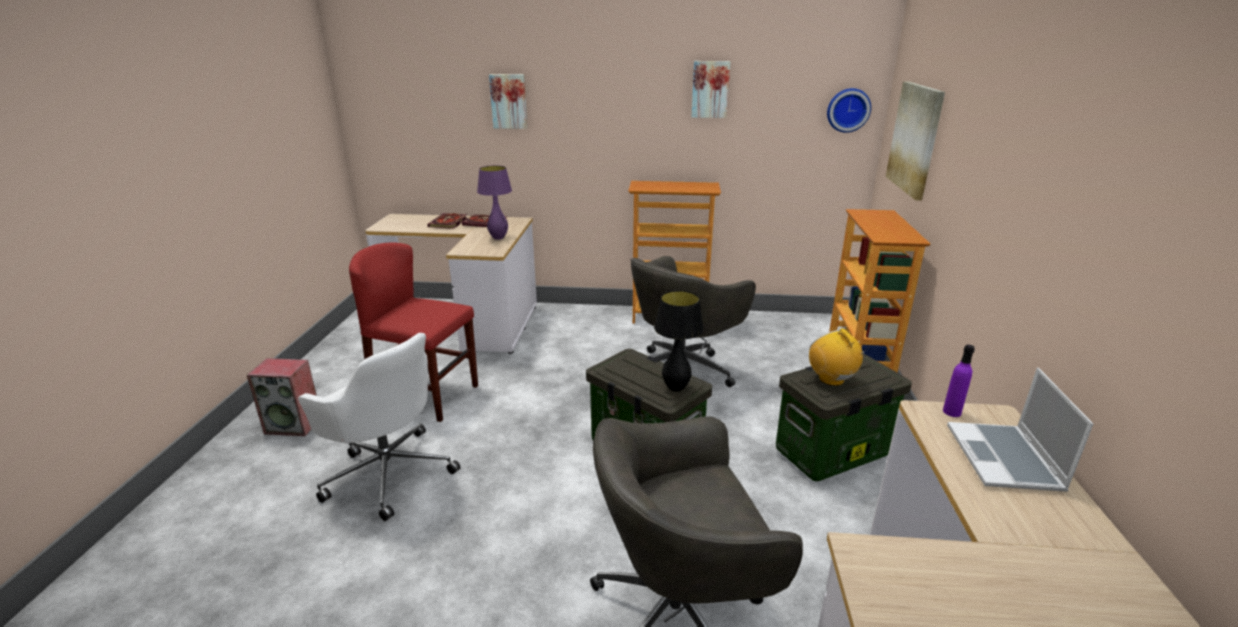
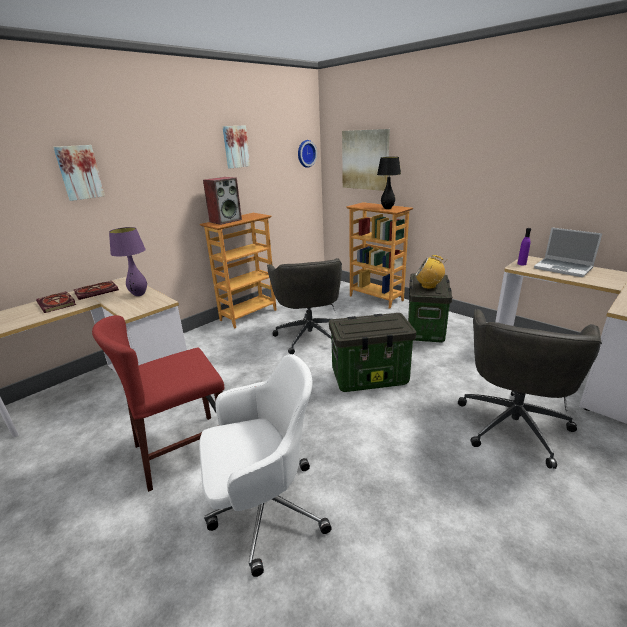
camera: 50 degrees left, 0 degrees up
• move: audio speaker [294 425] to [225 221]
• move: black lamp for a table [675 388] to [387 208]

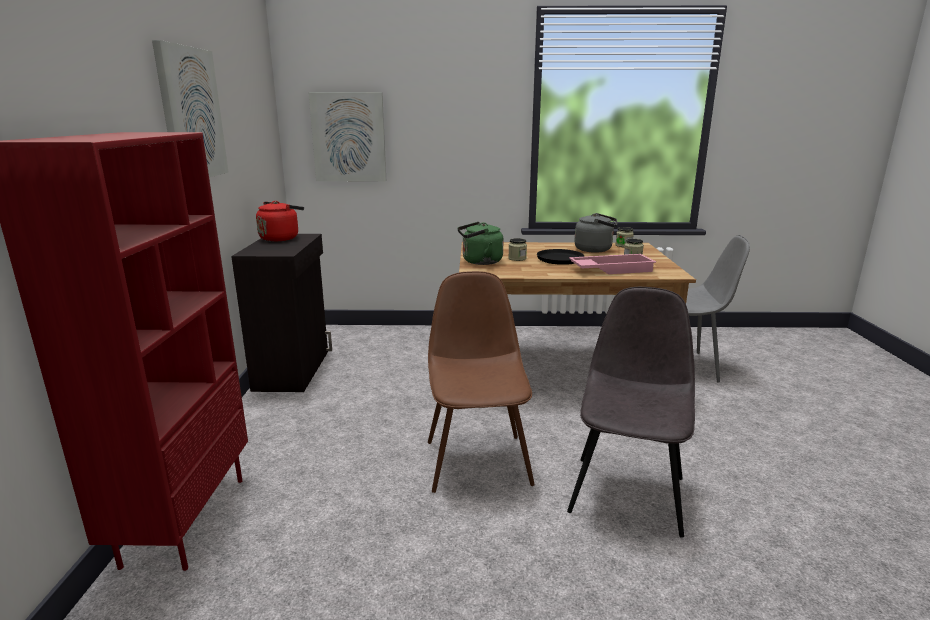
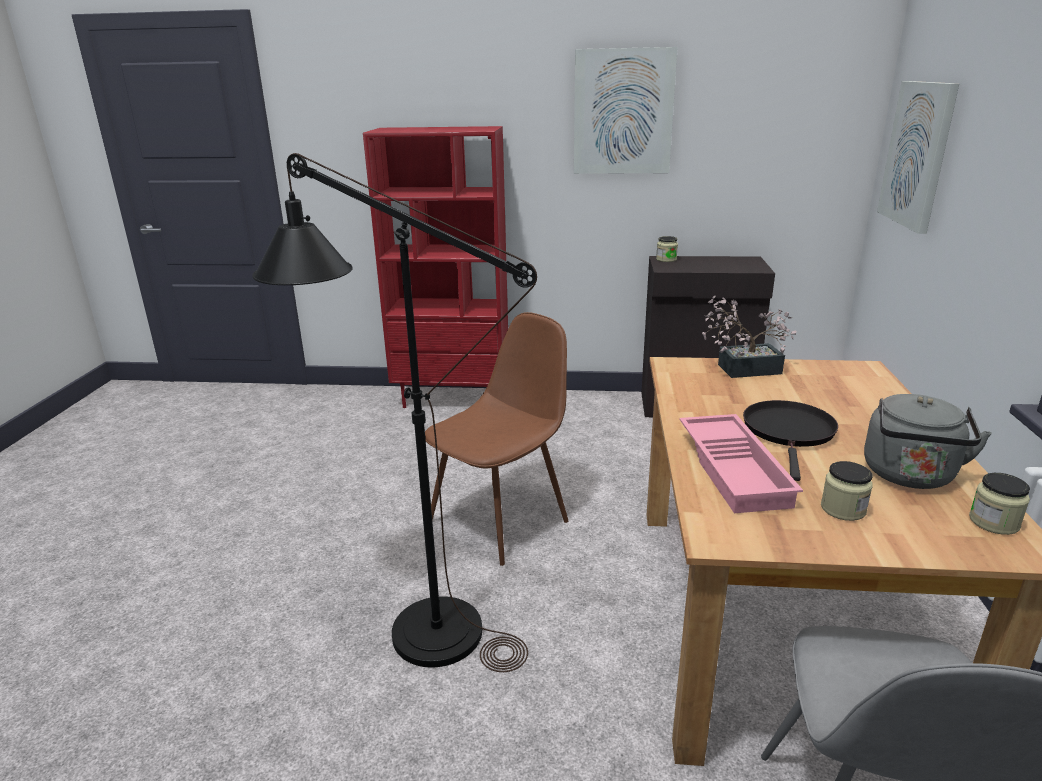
camera: 95 degrees right, 5 degrees up
• replace: greyish plain chair [627 492] to black floor lamp [414 625]
• rotate: brown plain chair [477 460] = [501 520] 45 degrees counterclockwise
• move: jar [517 258] to [666 259]
• replace: green-coloured kettle [479 262] to houseplant [742 369]
• delete: reddish kettle [281 238]

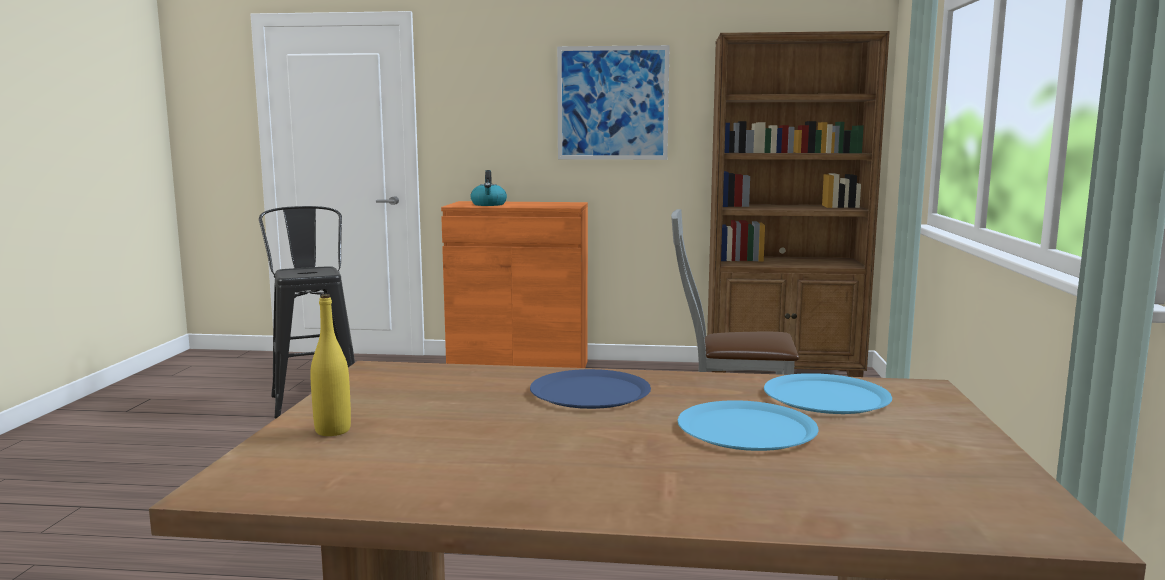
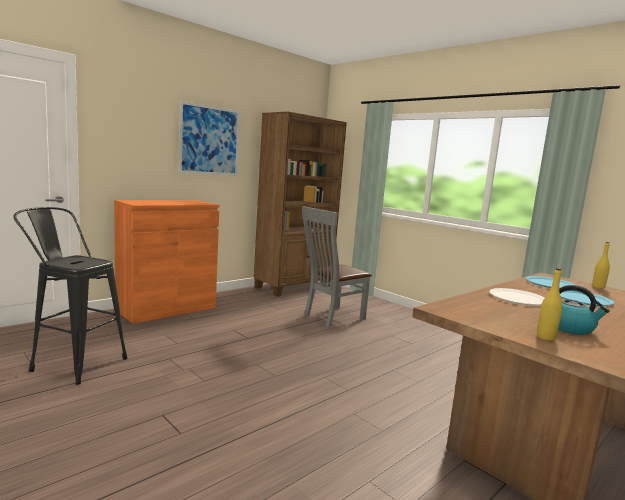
camera: 50 degrees left, 0 degrees up
• recolor: blue-coloured dinner plate [590 392] to whitish dinner plate [518 298]
• move: kettle [489 204] to [570 328]
• insert: yellowish bottle [598 287]

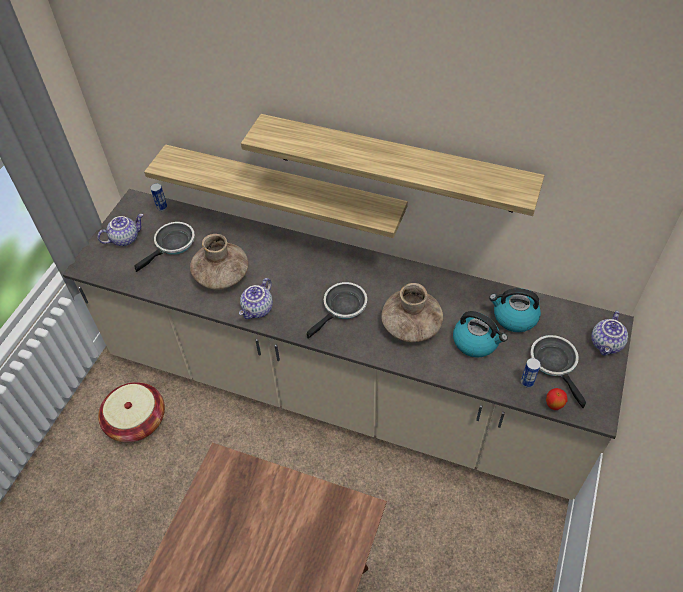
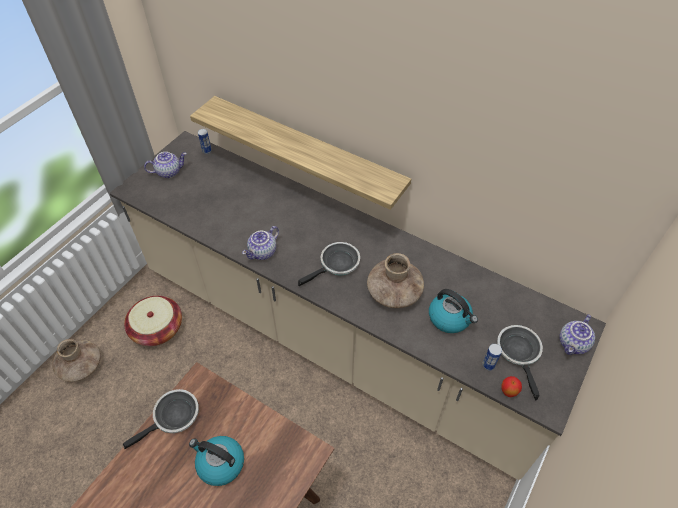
camera: 10 degrees right, 0 degrees up
• move: brown decorative vase [222 275] to [81 366]
• move: skillet [173 245] to [173 417]
• move: kettle [514 317] to [220 464]
• delete: shelf [395 163]

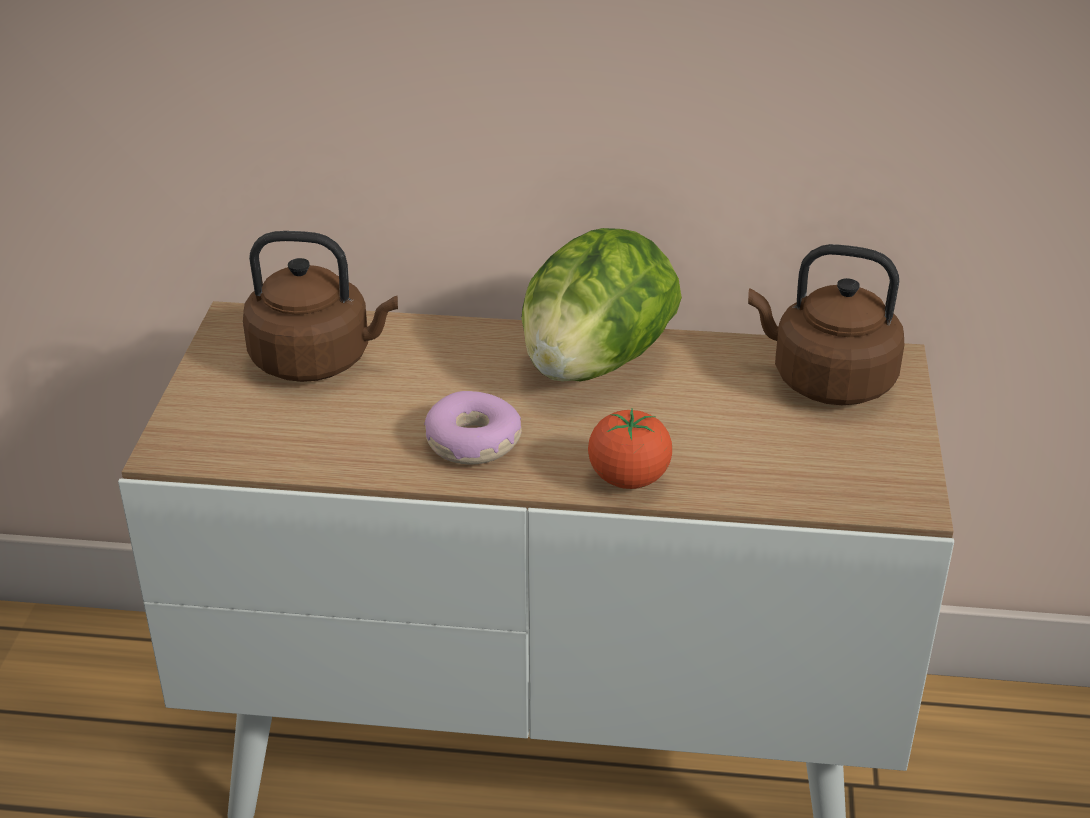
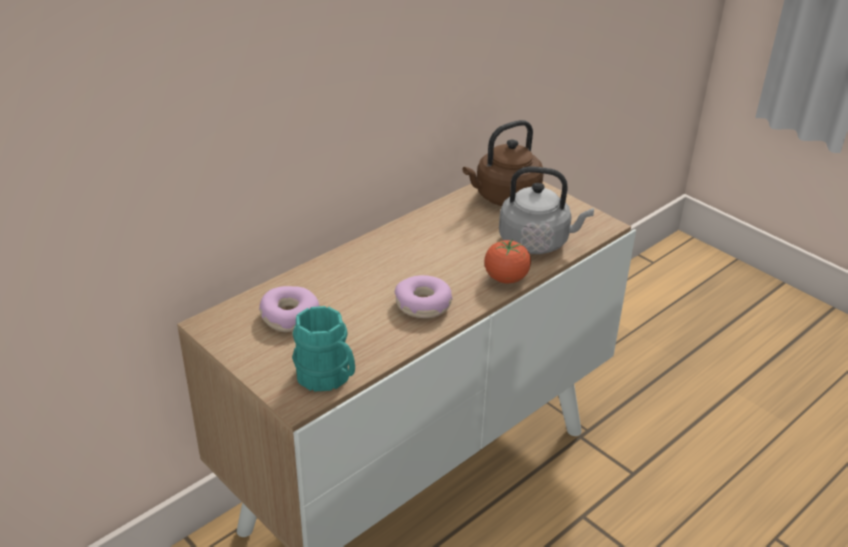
camera: 50 degrees left, 0 degrees up
• replace: brown kettle [318 360] to doughnut [289 316]
• insert: blue-green mug [328 378]
• insert: greyish kettle [537 242]
• delete: lettuce [594 364]

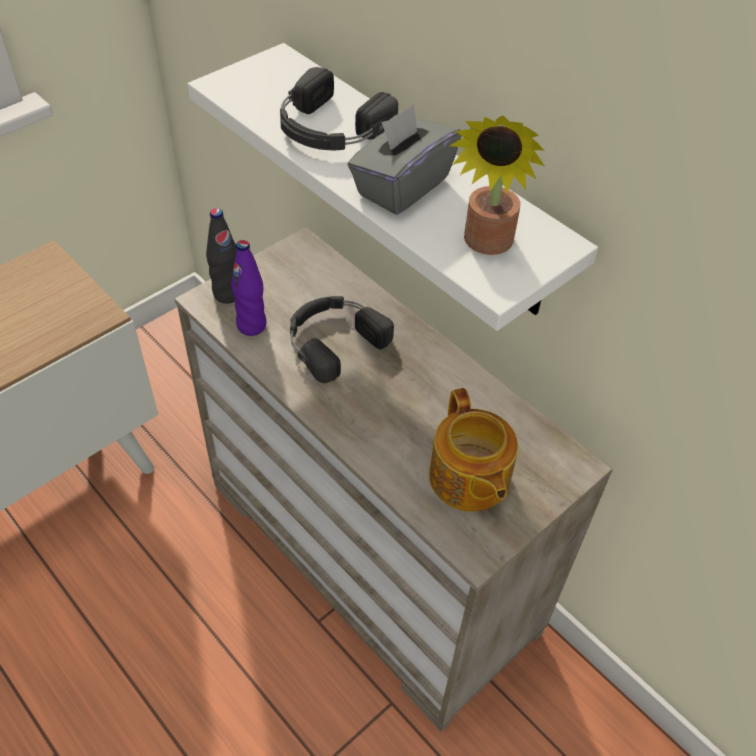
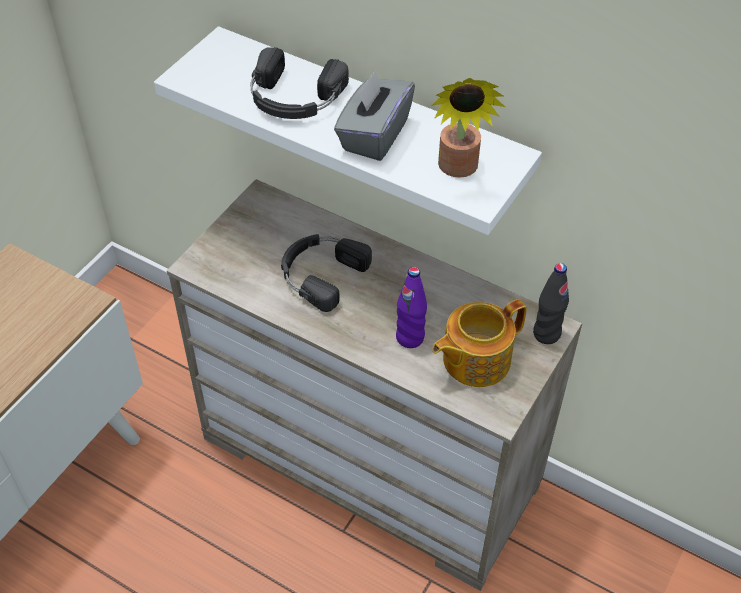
camera: 15 degrees left, 0 degrees up
• move: purplish bottle [251 325] to [410 338]
• rotate: tea pot [468 479] = [474 359] 90 degrees clockwise
• move: black bottle [228 294] to [546 334]

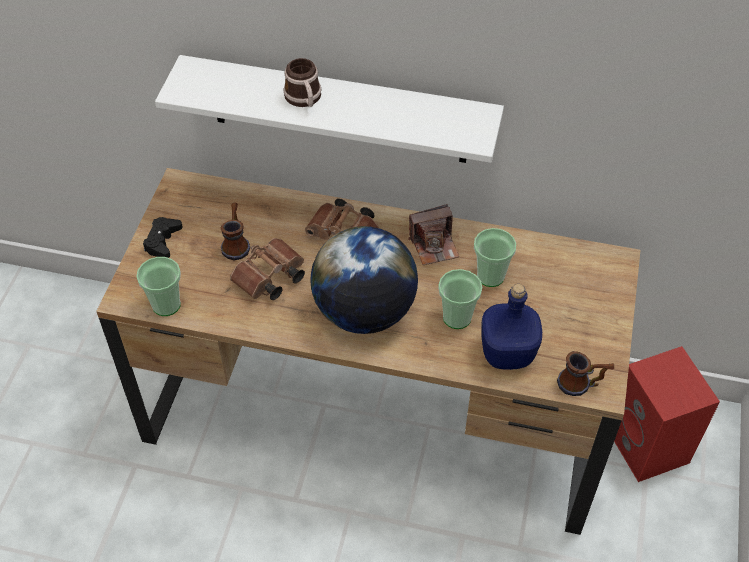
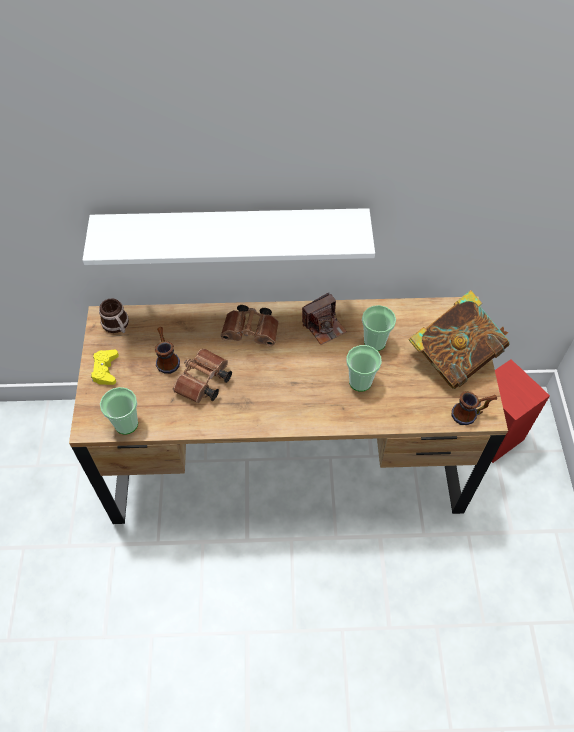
camera: 15 degrees left, 5 degrees up
• recolor: black gamepad [162 241] to yellowish gamepad [105 370]
• move: mug [304 99] to [117 325]
• insert: book [453 357]
• delete: globe [364 312]
• delete: blue-coloured bottle [508 353]

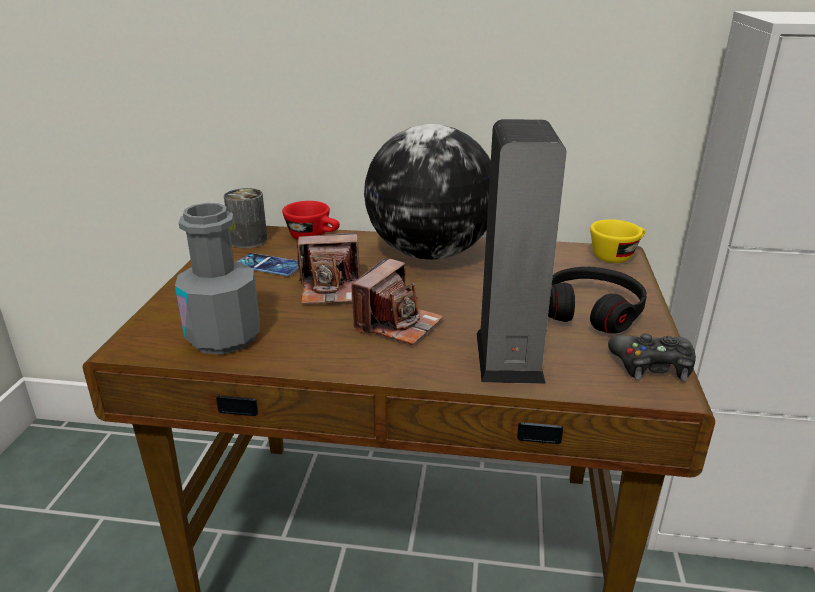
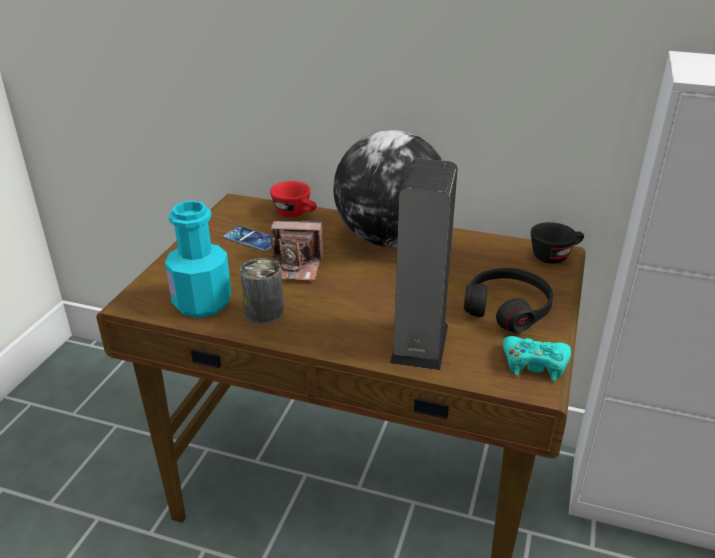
camera: 10 degrees right, 5 degrees up
• recolor: greyish bottle [224 337] to blue-green bottle [202 303]
• move: sealed can [248 241] to [264 312]
• recolor: black gamepad [652 365] to blue-green gamepad [535 364]
• recolor: yellowish drinking cup [616 256] to black drinking cup [555 256]
• delete: still camera [397 324]

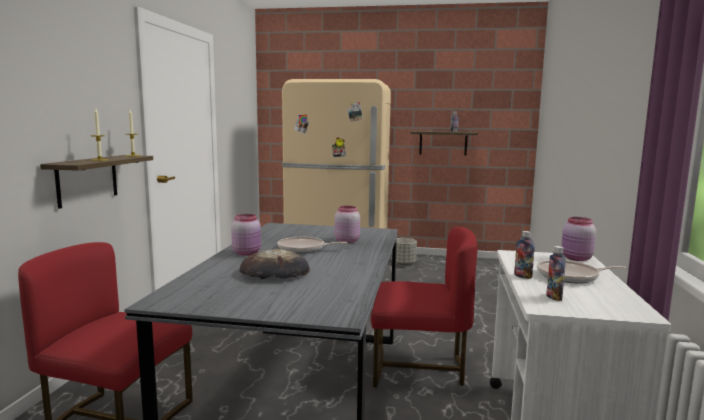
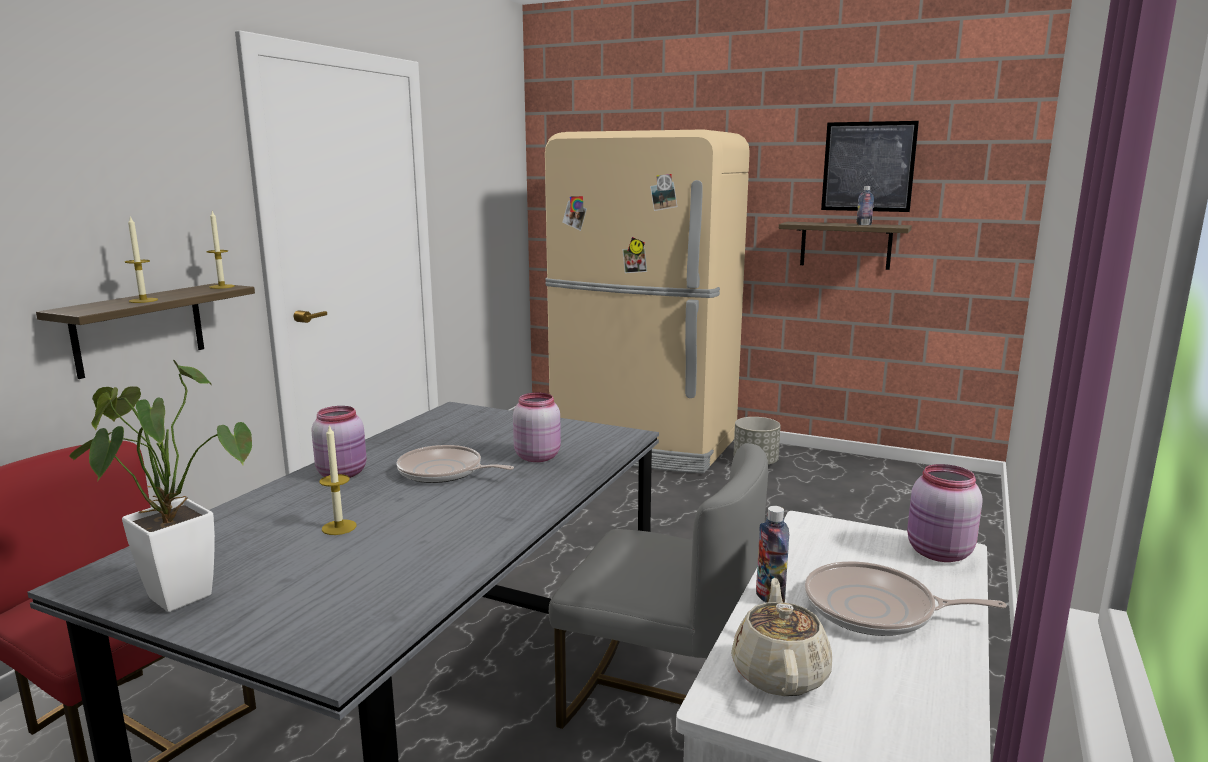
camera: 15 degrees right, 5 degrees up
• insert: houseplant [175 592]
• replace: bakery bread [275 272] to candle [339 527]
• recolor: reddish plain chair [418 368] to greyish plain chair [660 697]
• replace: bottle [554 297] to sand-coloured tea pot [780 673]
• insert: wall picture [868 166]

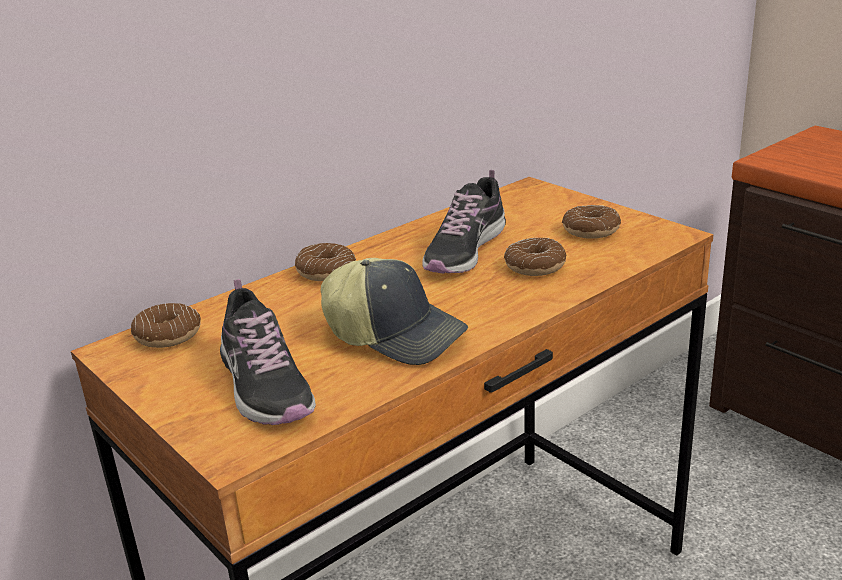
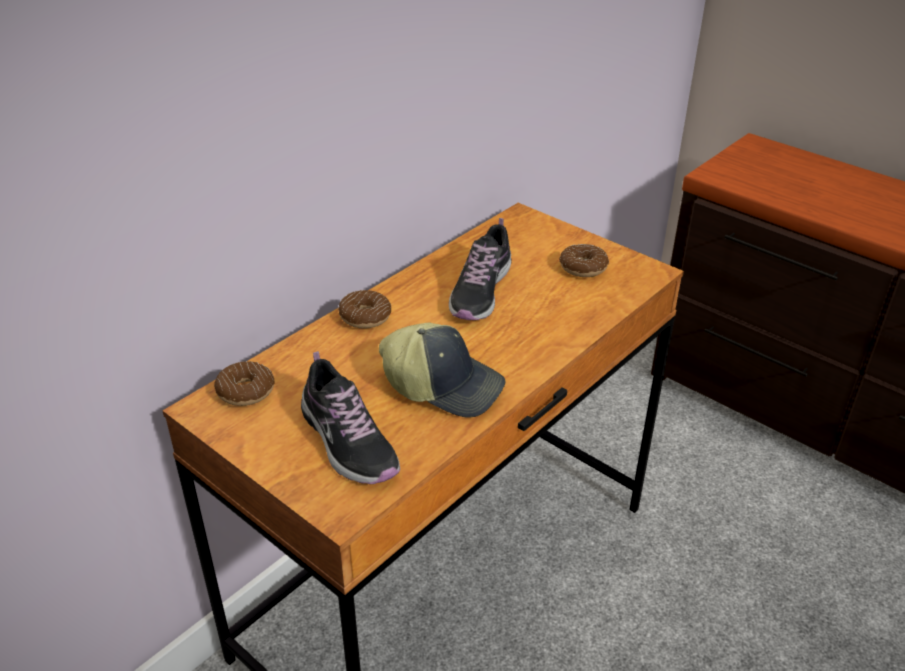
camera: 10 degrees left, 10 degrees up
• delete: doughnut [535 266]

